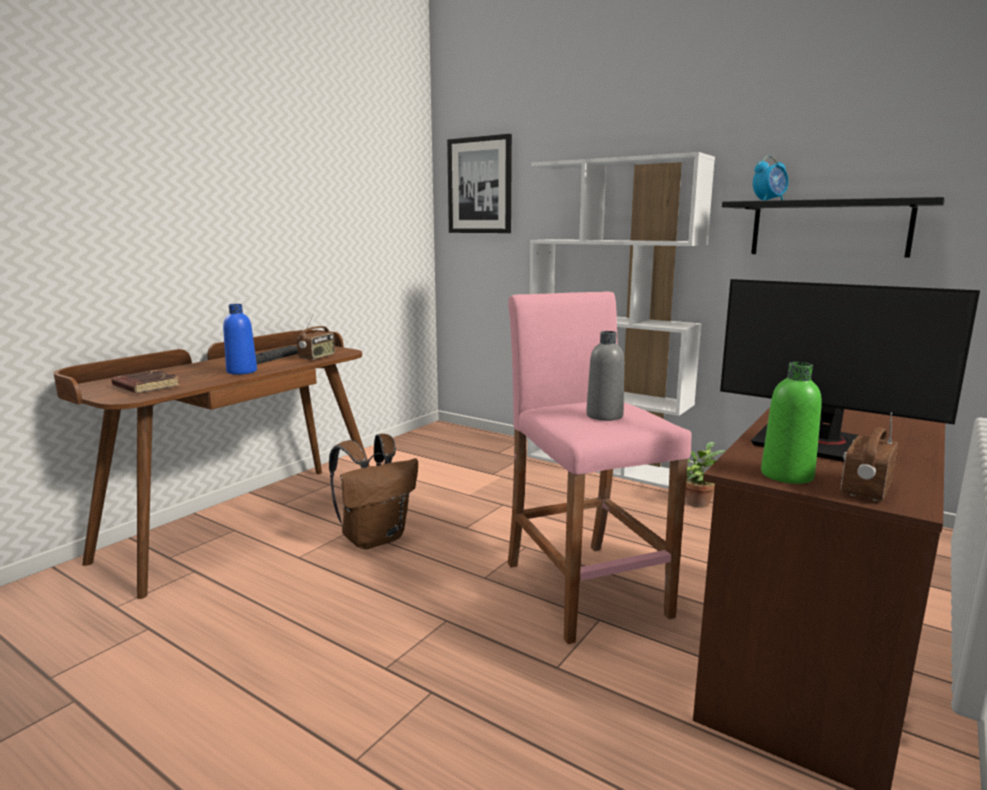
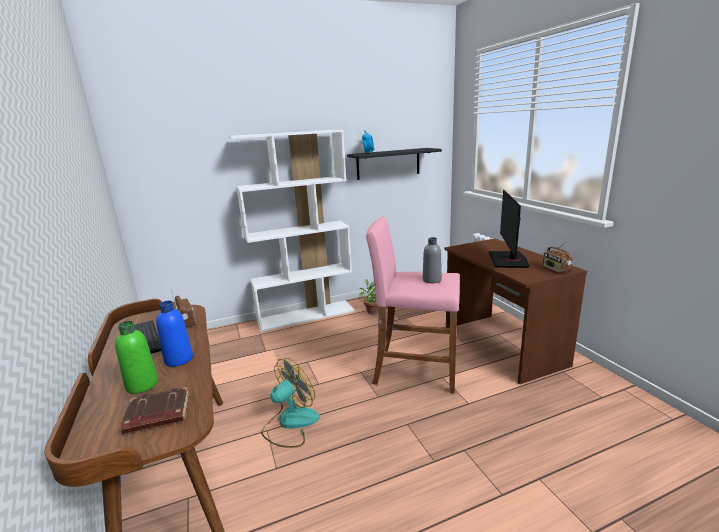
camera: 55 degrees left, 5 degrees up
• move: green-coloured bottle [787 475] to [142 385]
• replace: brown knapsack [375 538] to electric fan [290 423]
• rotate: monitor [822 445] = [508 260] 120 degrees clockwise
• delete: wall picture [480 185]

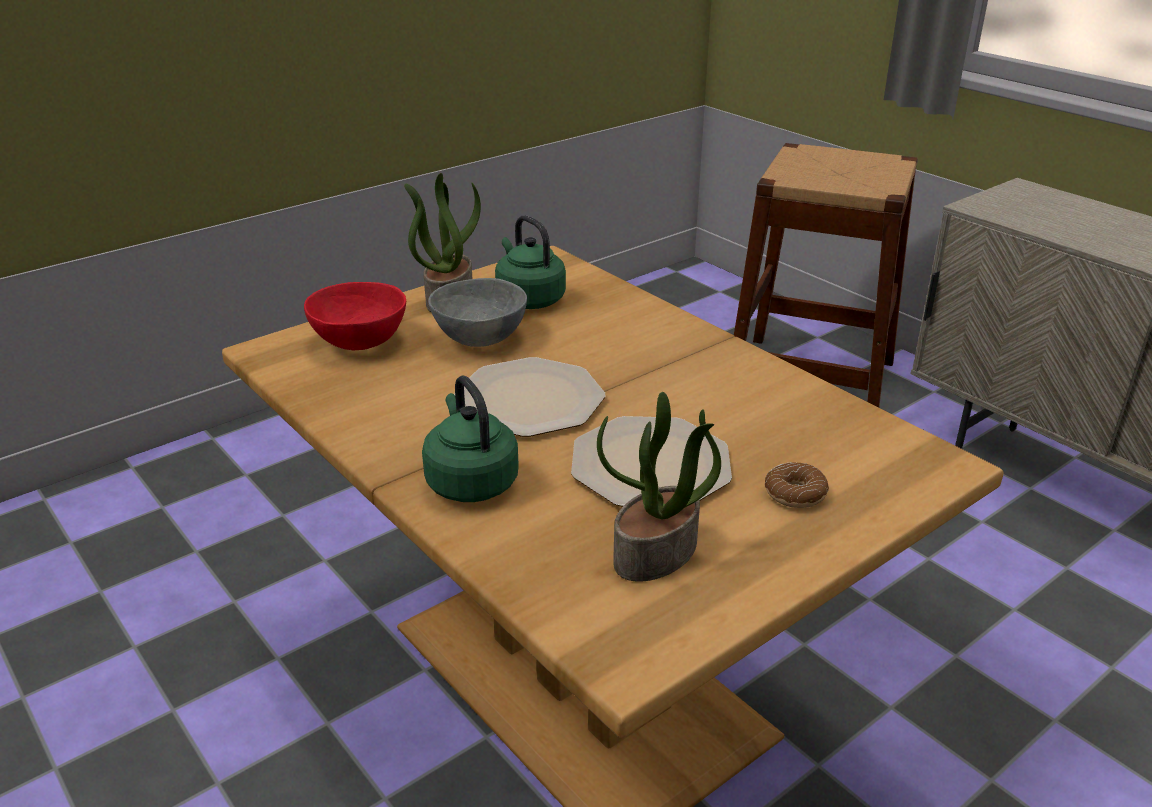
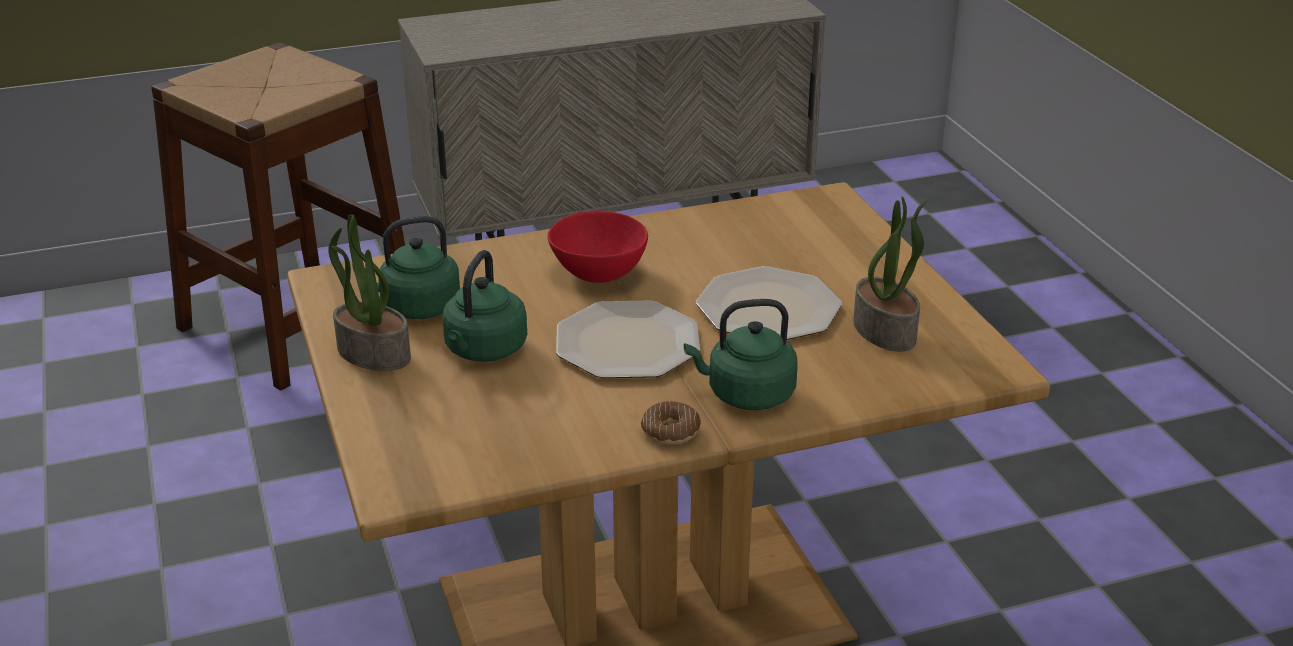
camera: 70 degrees left, 0 degrees up
• replace: greyish serving bowl [478 339] to green-coloured kettle [484 351]
• move: reddish serving bowl [357 342] to [598 274]
• move: doughnut [795 494] to [670 431]

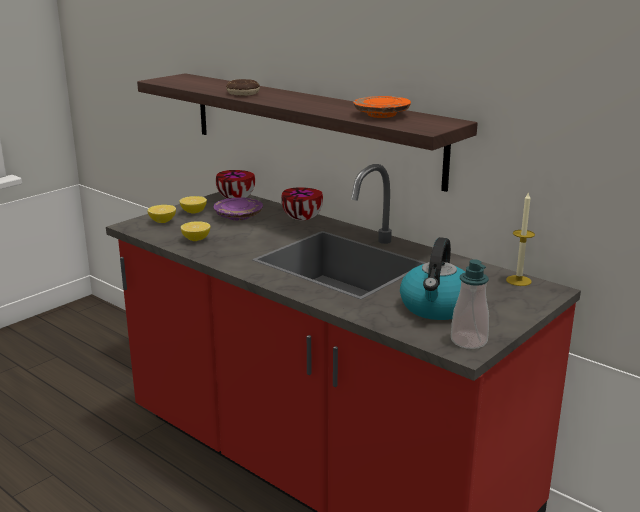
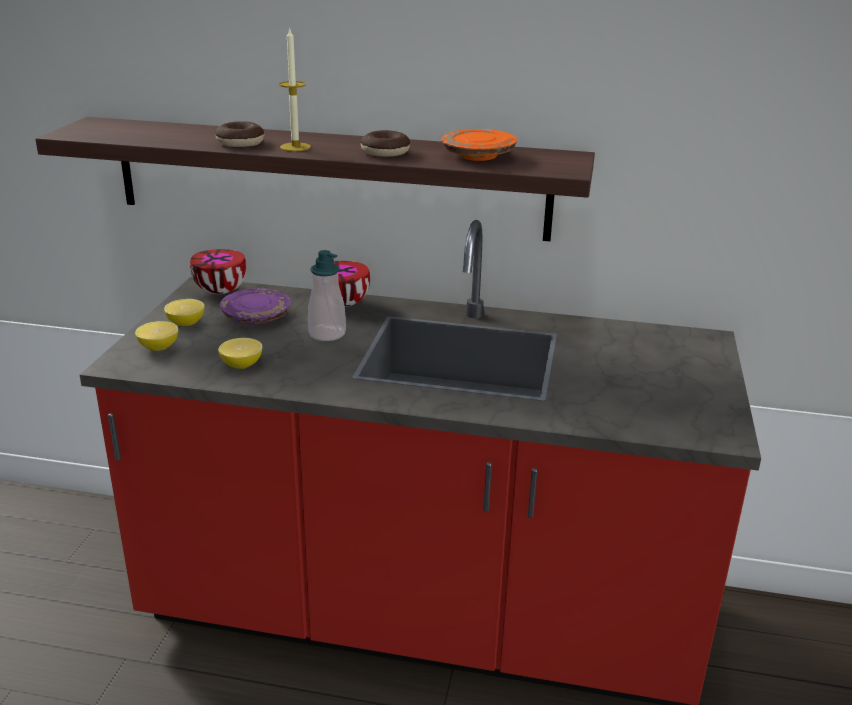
camera: 30 degrees left, 5 degrees up
• move: candle [518 280] to [295 147]
• move: soap bottle [468 341] to [327 334]
• insert: doughnut [385 152]
• delete: kettle [437 307]

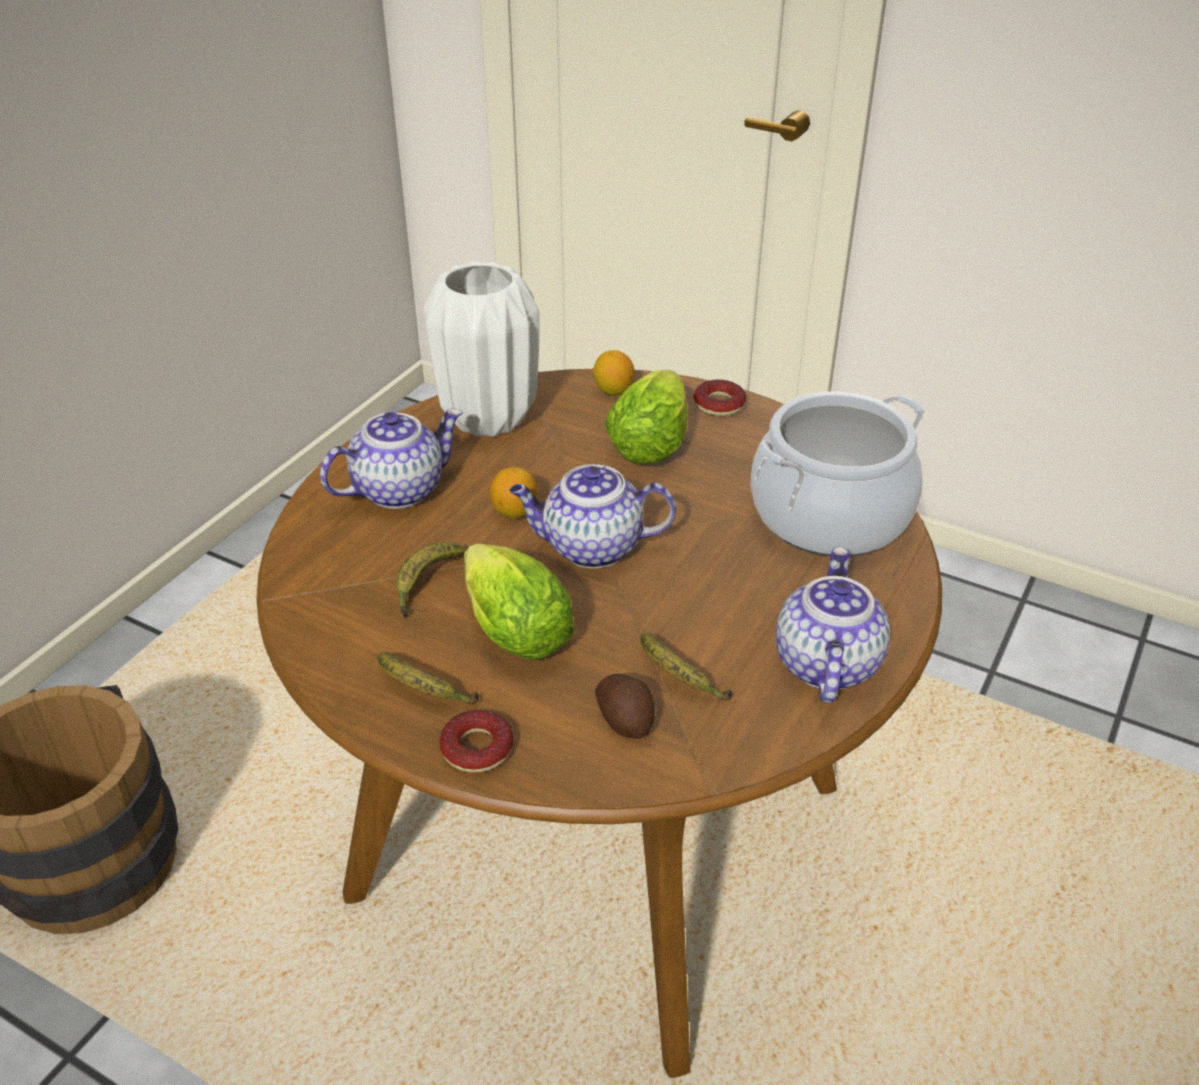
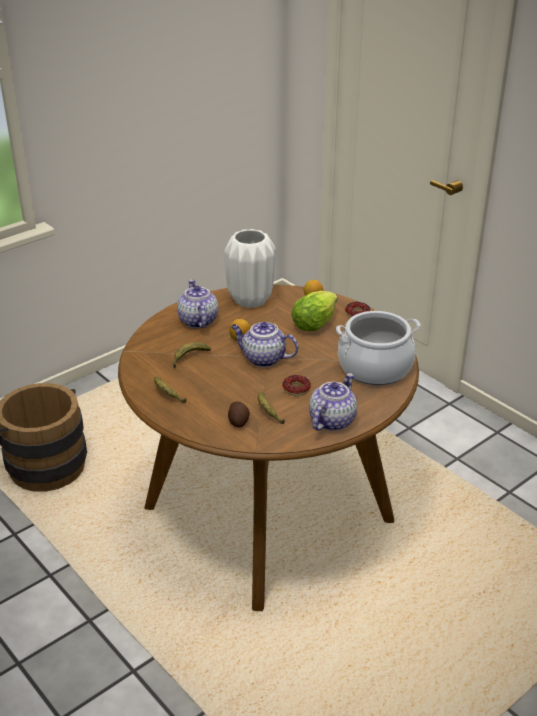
camera: 20 degrees right, 5 degrees down
• rotate: tea pot [399 489] = [197 321] 90 degrees counterclockwise
• move: doughnut [477 748] to [296 388]
• delete: lettuce [511 628]

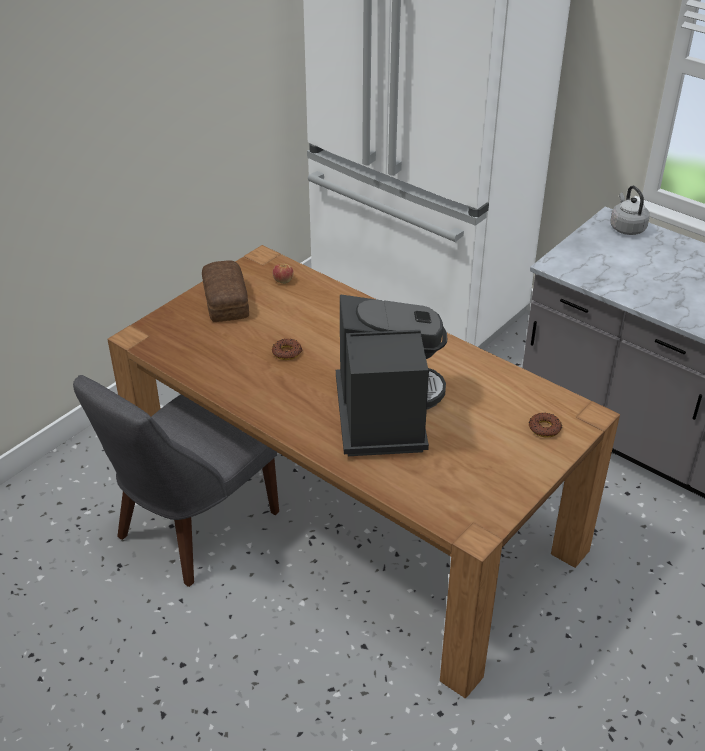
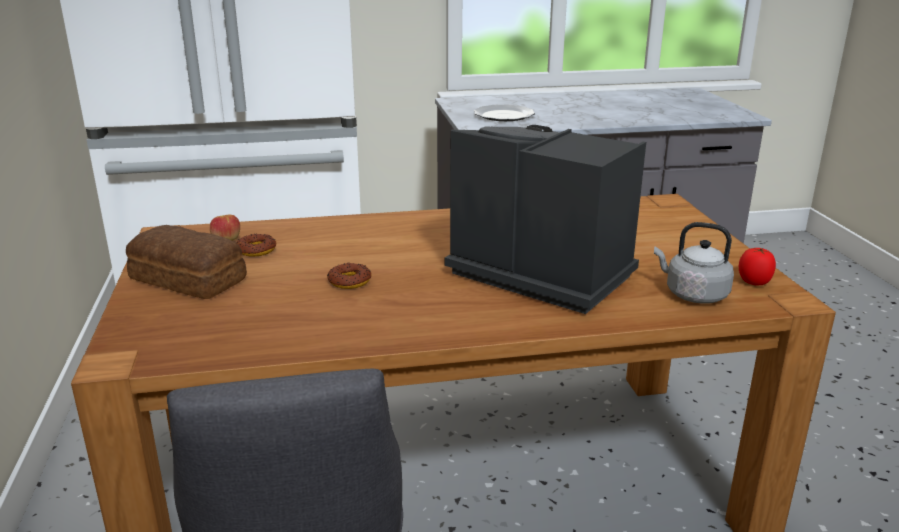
camera: 50 degrees left, 15 degrees down
• move: doughnut [544 428] to [256 250]
• insert: dinner plate [505 115]
• move: greyish kettle [626 227] to [692 294]
• insert: fresh tomato [754 282]

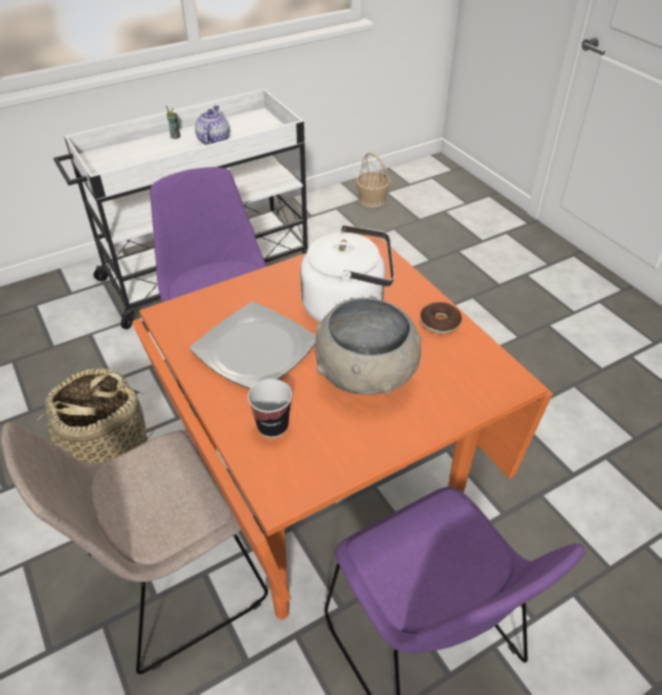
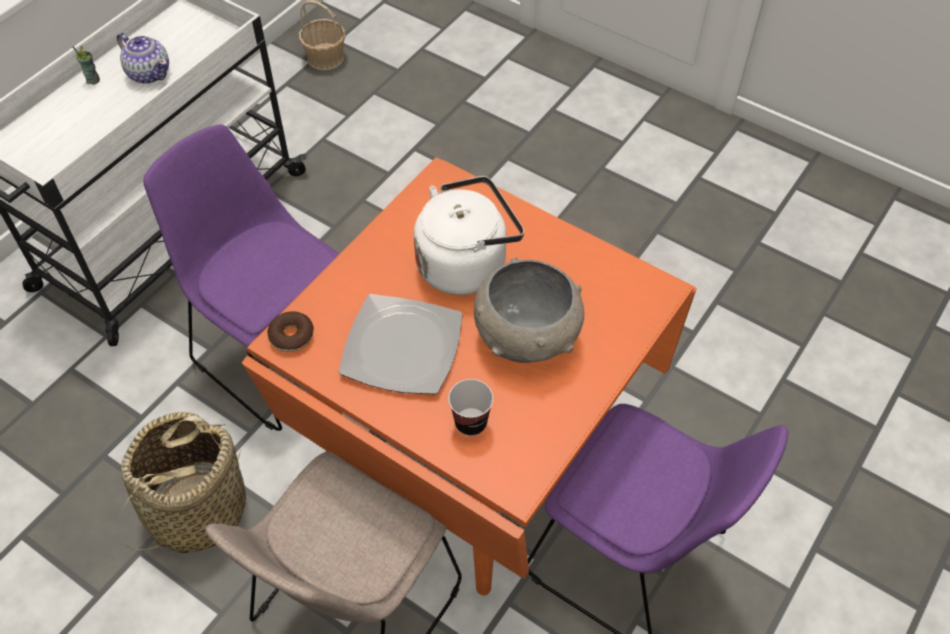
camera: 25 degrees left, 10 degrees up
• rotate: tea pot [213 141] = [149 73] 150 degrees clockwise
• move: doughnut [440 323] to [291 336]

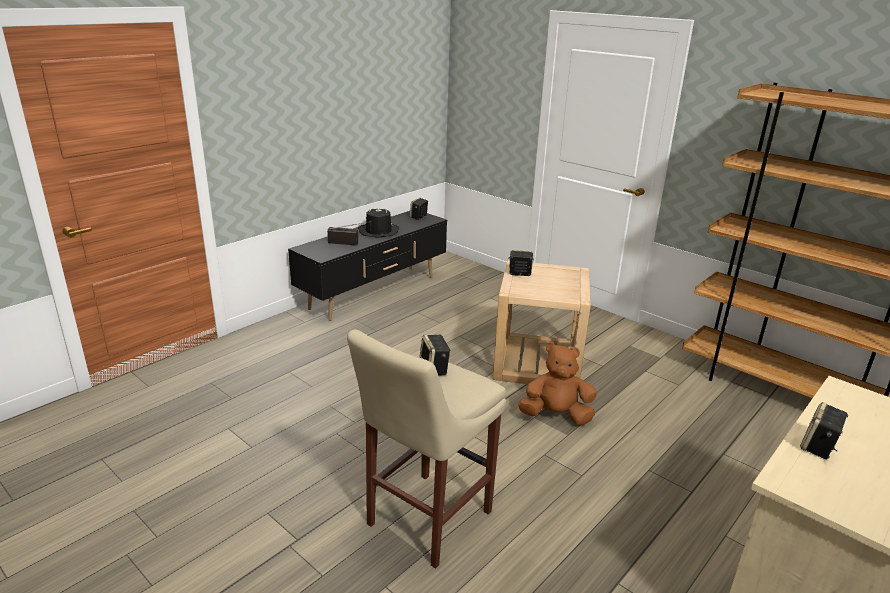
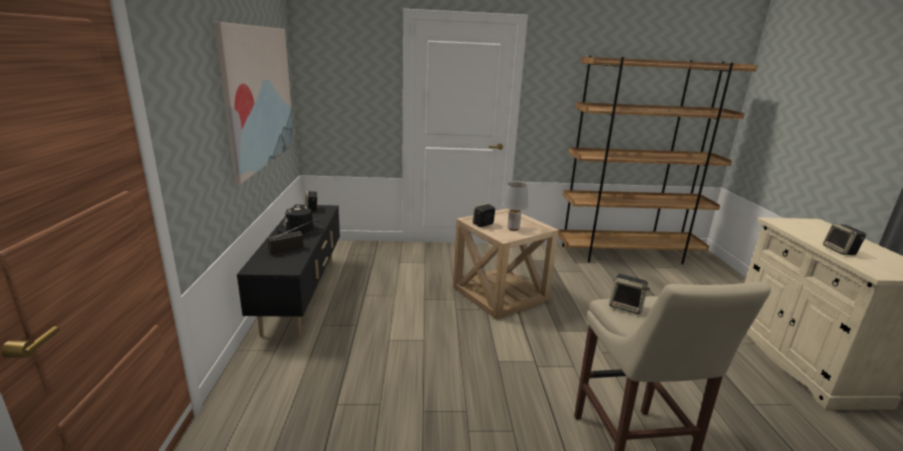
camera: 45 degrees left, 5 degrees down
• insert: wall picture [259 96]
• insert: greyish lamp for a table [513 228]
• delete: brown soft toy [556 415]

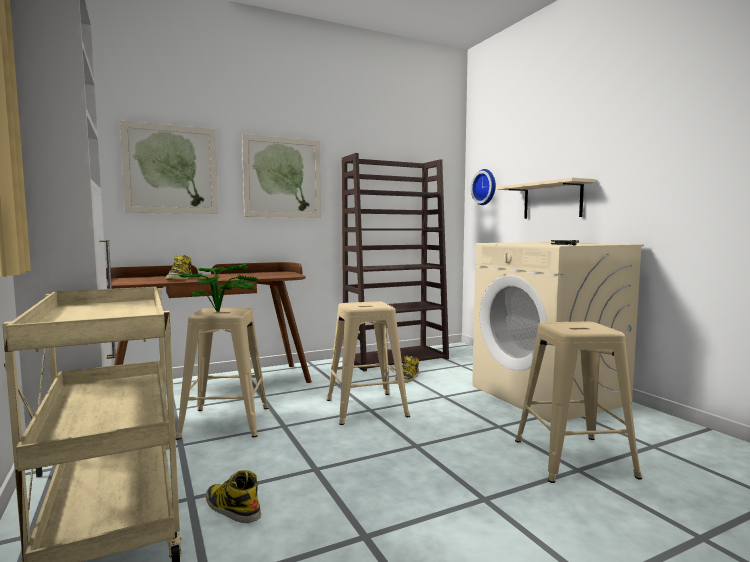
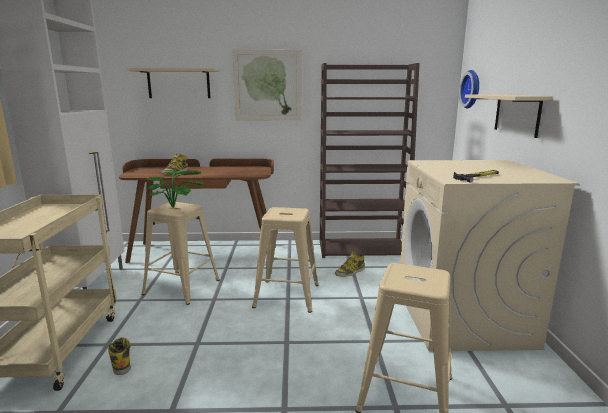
camera: 25 degrees right, 10 degrees up
• replace: wall picture [171 169] to sand-coloured shelf [178 83]

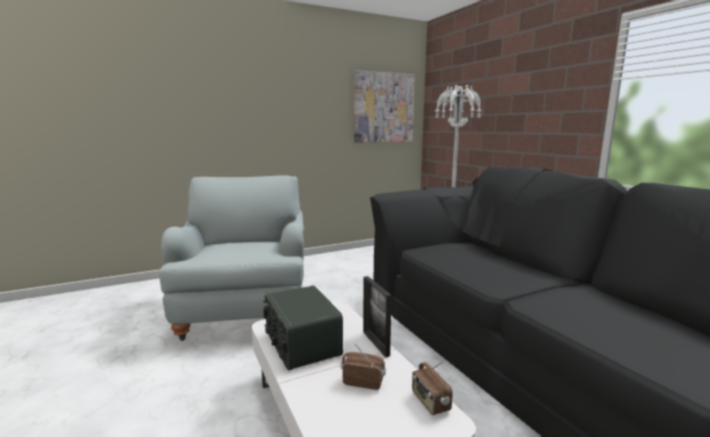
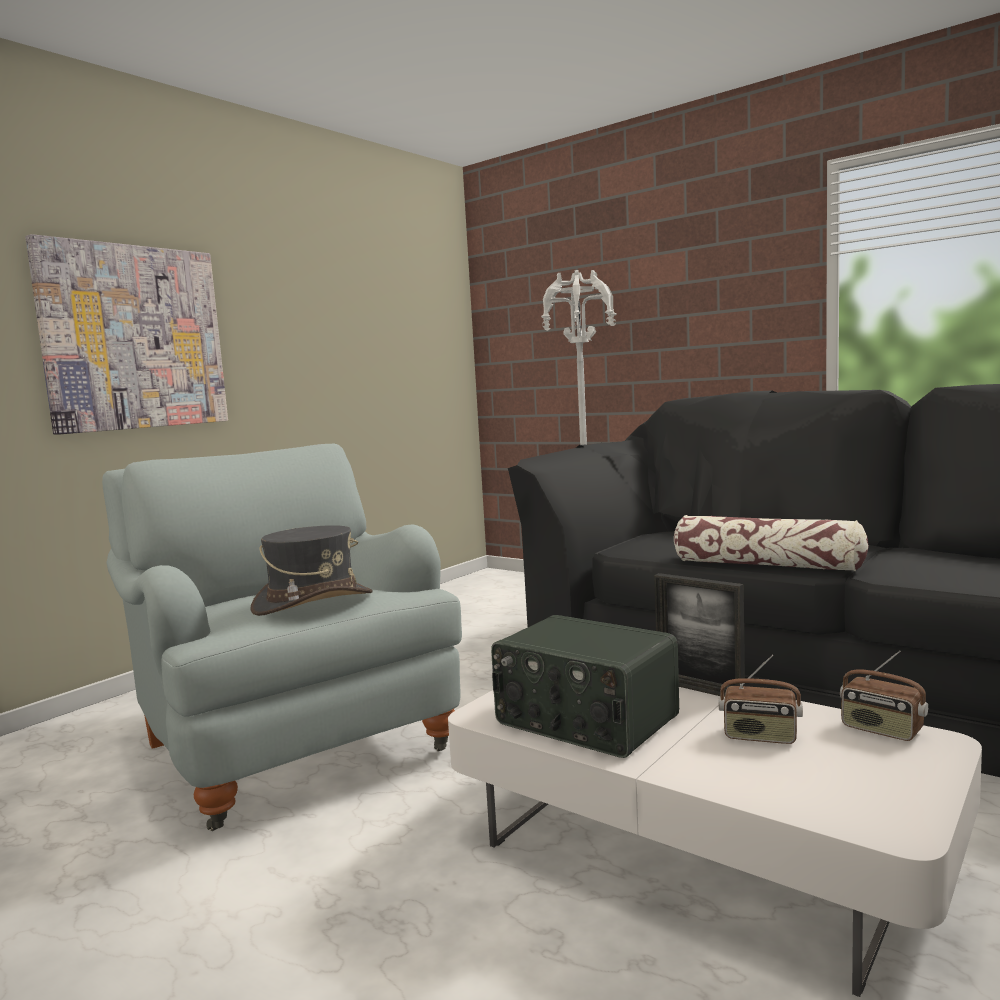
camera: 25 degrees left, 5 degrees down
• move: wall picture [383 108] to [134 338]
• insert: greyish clothing hat [313 602]
• insert: cushion [767 565]
• rotate: radio set [363 382] = [760 736] 150 degrees counterclockwise

